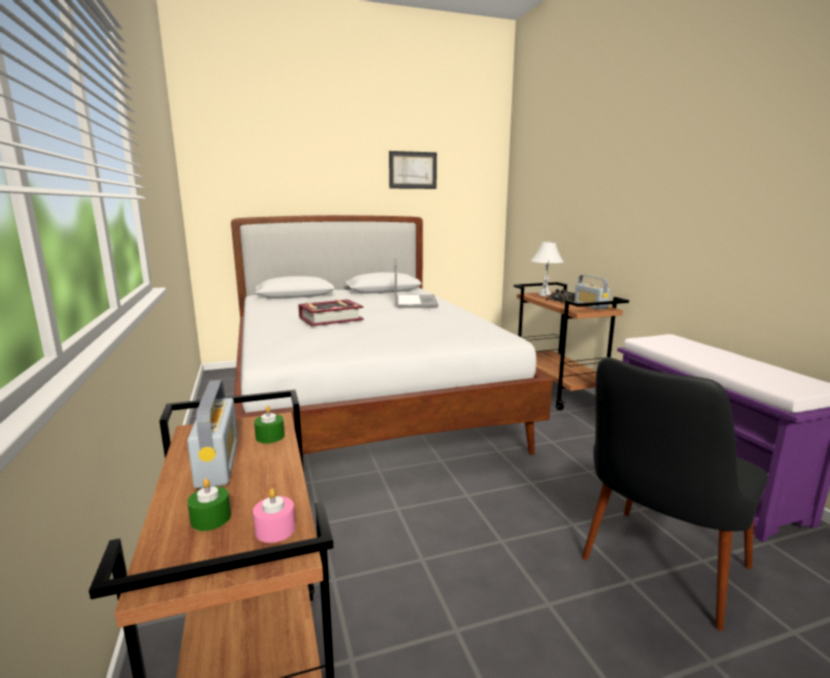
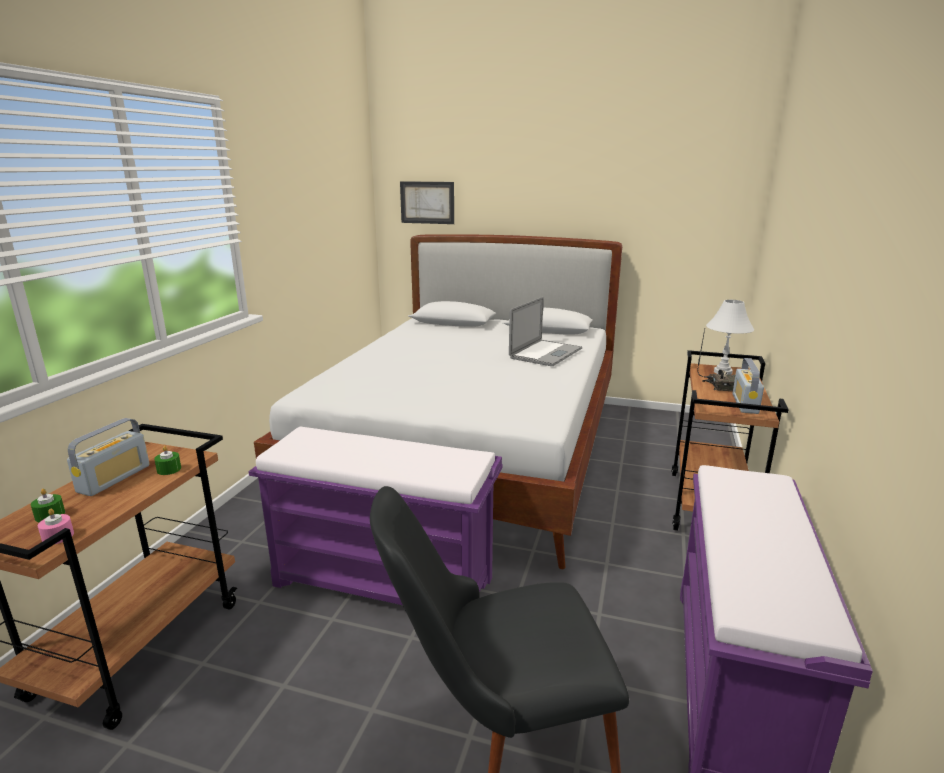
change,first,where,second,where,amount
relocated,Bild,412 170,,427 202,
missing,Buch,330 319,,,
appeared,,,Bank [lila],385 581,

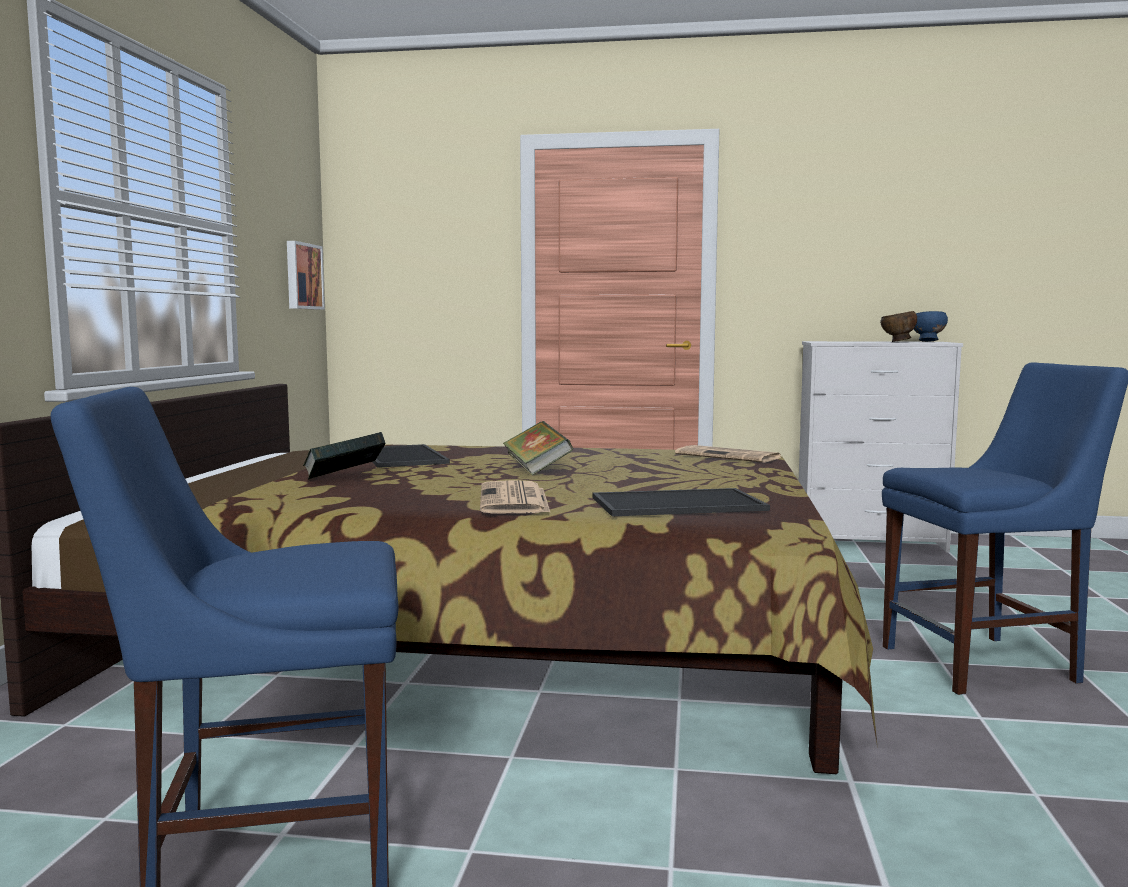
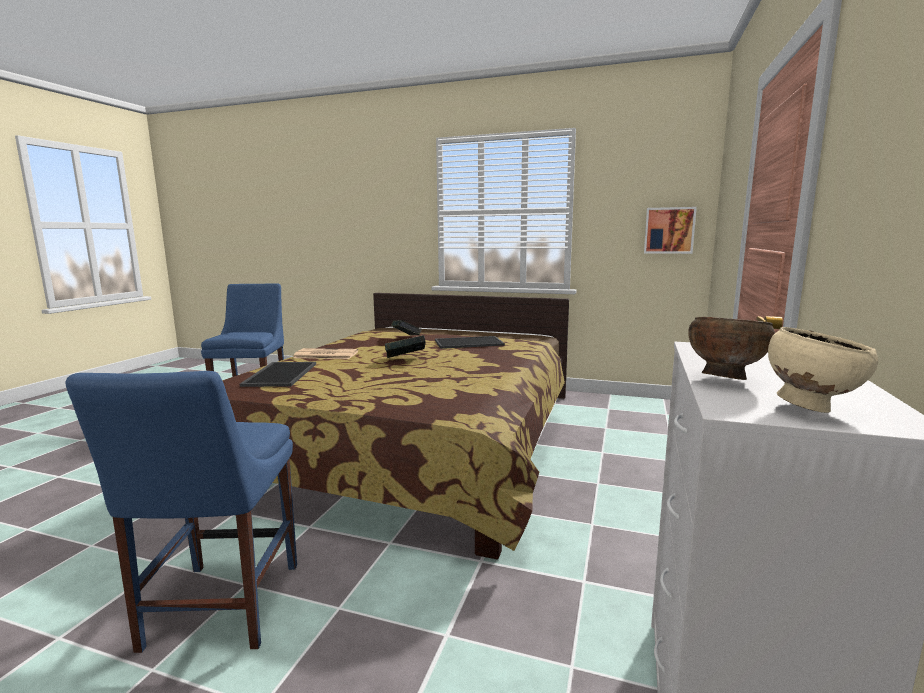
change,first,where,second,where,amount
colour,Schüssel [blau],927 341,Schüssel [beige],810 407,
missing,Zeitung,729 456,,,

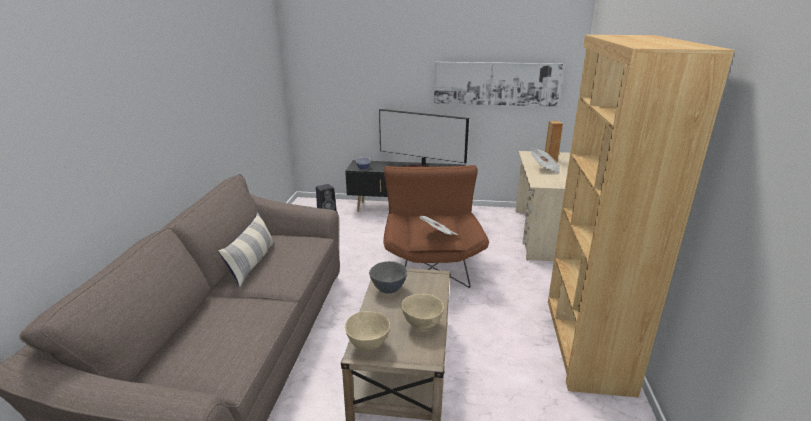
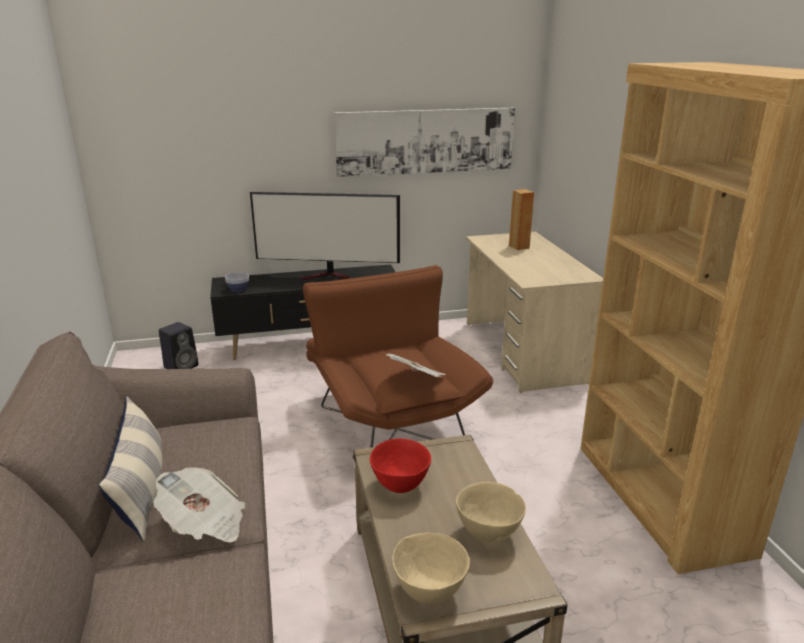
change,first,where,second,where,amount
relocated,Zeitung,545 169,,204 523,
colour,Schüssel [grau],389 290,Schüssel [rot],401 486,

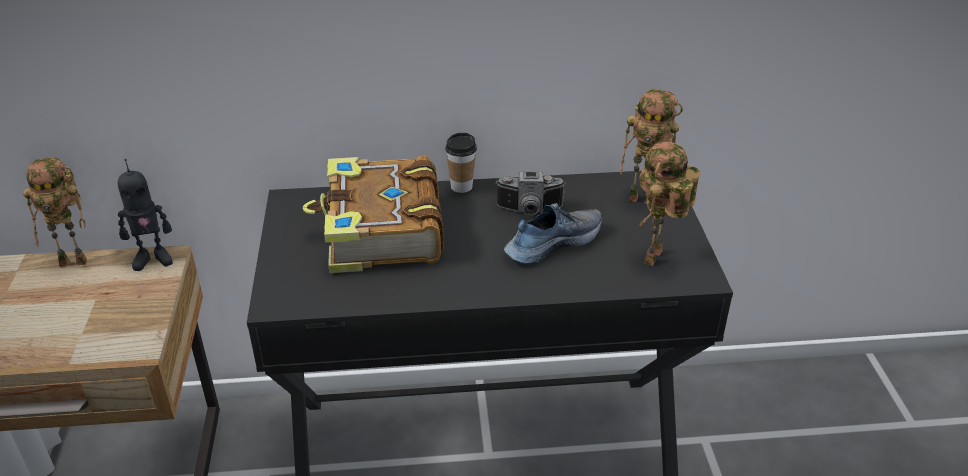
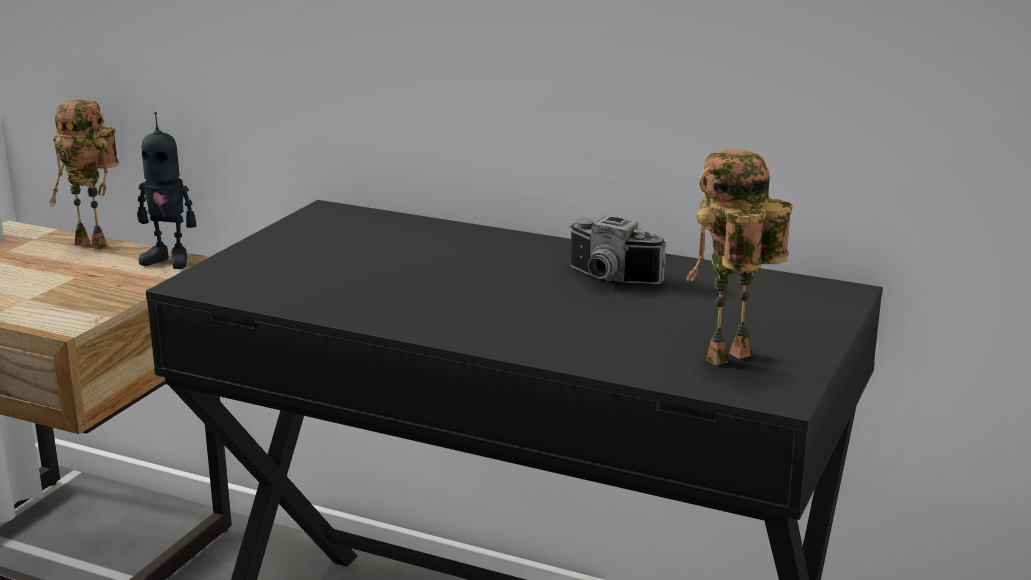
change,first,where,second,where,amount
missing,Spielzeugroboter,643 198,,,
missing,Tasse,461 186,,,
missing,Buch,381 232,,,
missing,Schuh,552 243,,,

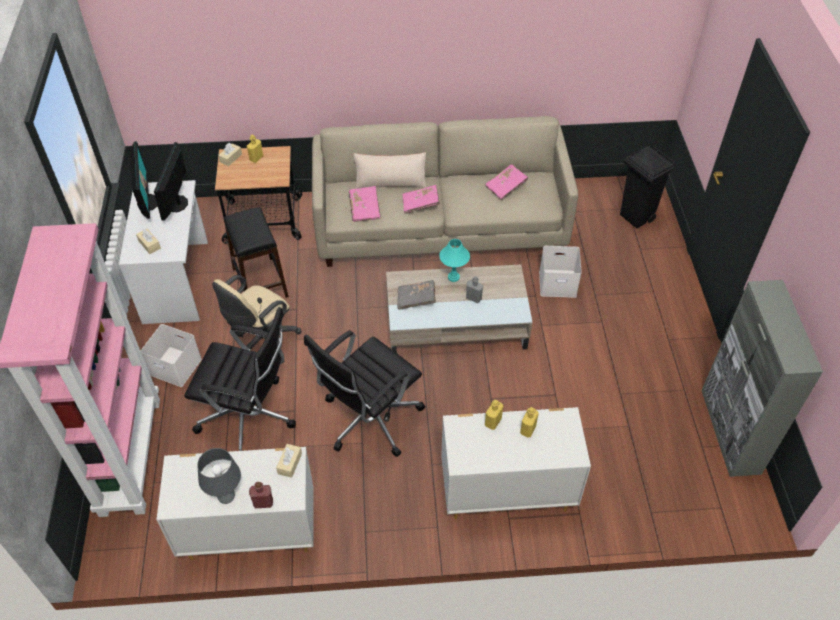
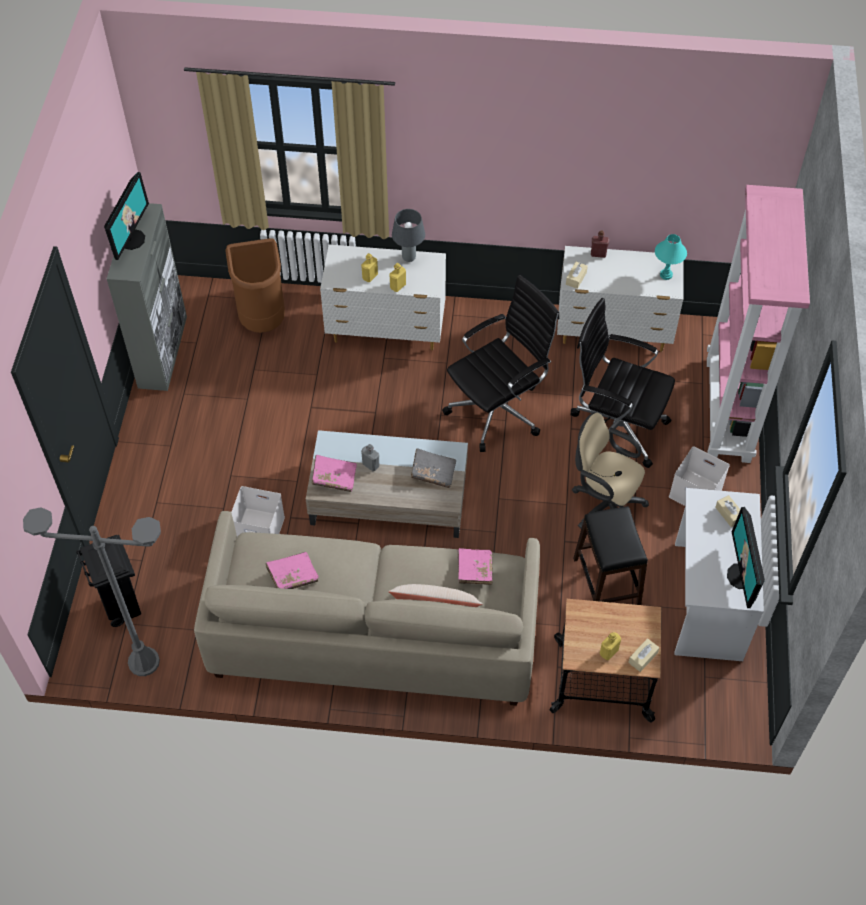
change,first,where,second,where,amount
relocated,Monitor,177 204,,132 239,
relocated,Buch [rosa],420 204,,334 477,
relocated,Tischlampe [türkis],453 277,,666 275,
spun,Bürostuhl [beige],262 343,,603 505,105 degrees counterclockwise
relocated,Tischlampe [grau],226 497,,409 258,
appeared,,,Mülleimer [braun],263 319,
appeared,,,Stehlampe [grau],144 662,

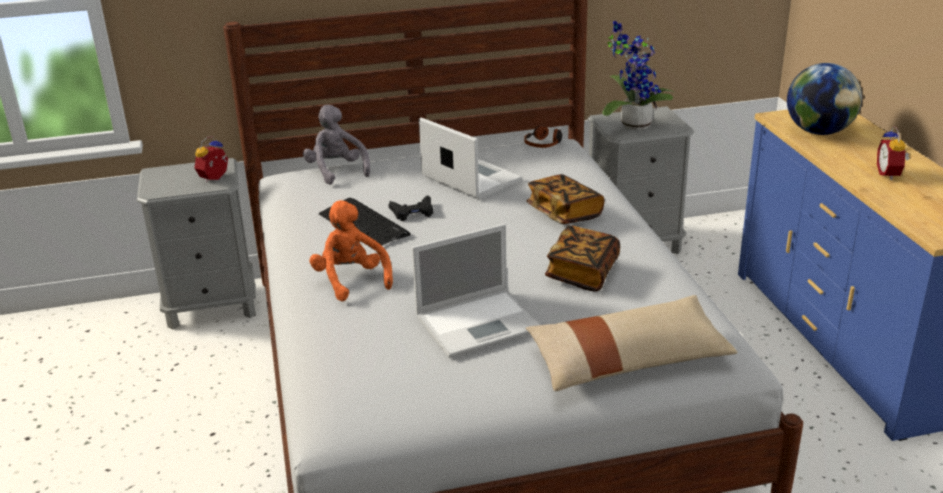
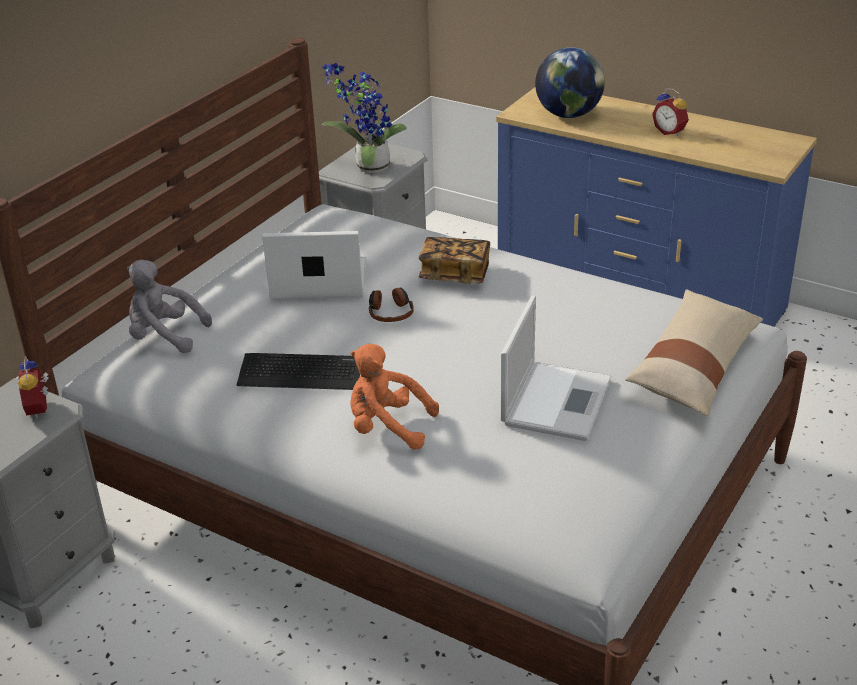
change,first,where,second,where,amount
relocated,Kopfhörer,544 144,,390 312,
missing,Gamepad [schwarz],412 212,,,
missing,Buch,582 273,,,

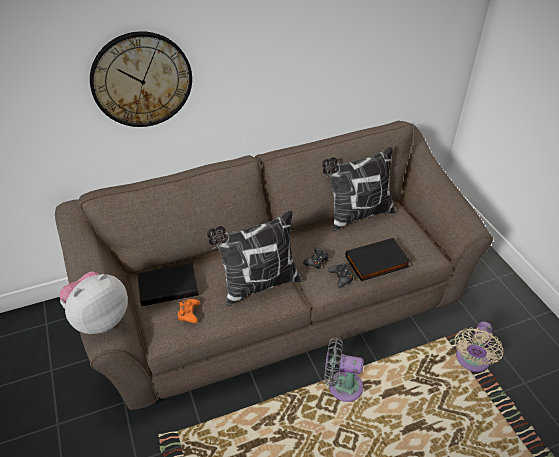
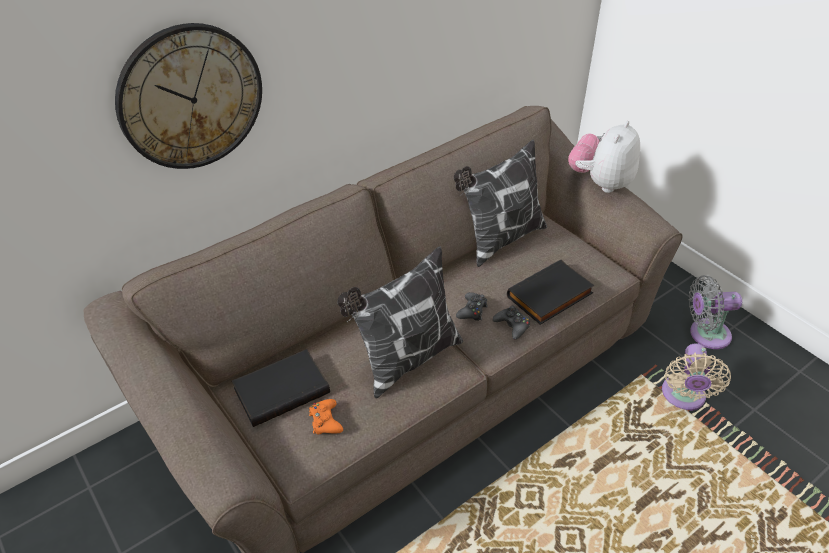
change,first,where,second,where,amount
relocated,Plüschtier,99 318,,600 183,
relocated,Ventilator [grau],341 386,,705 334,

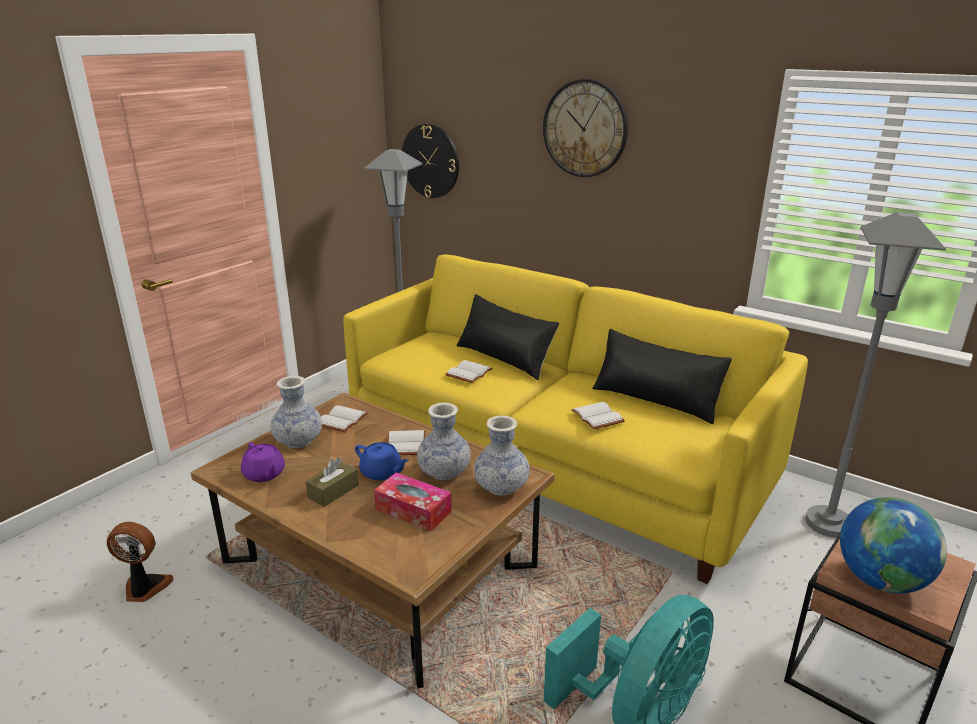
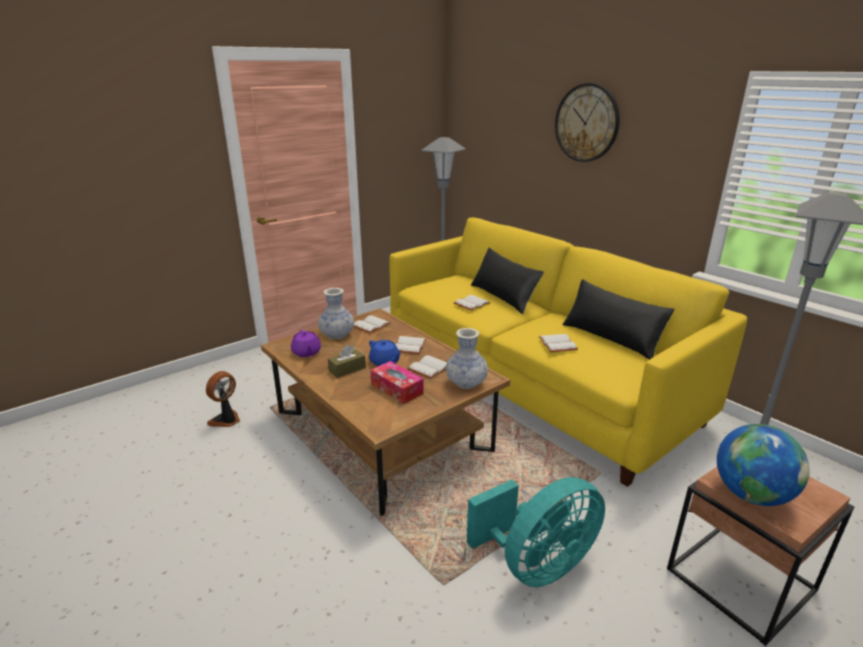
change,first,where,second,where,amount
missing,Wanduhr,430 161,,,
exchanged,Vase,444 472,Buch [weiß],429 367,
spun,Ventilator,144 588,,226 420,75 degrees counterclockwise

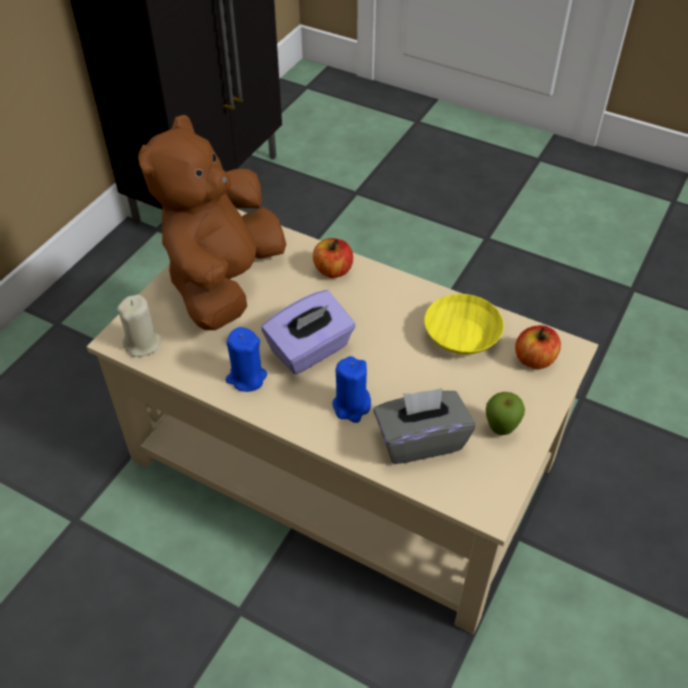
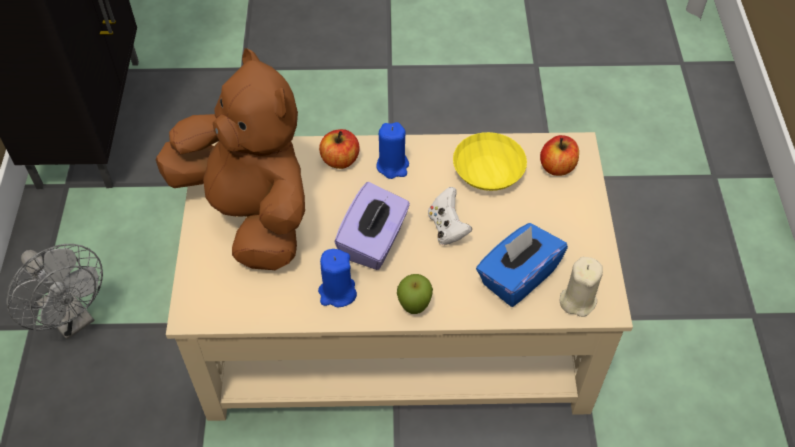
change,first,where,second,where,amount
spun,Plüschtier [braun],224 282,,250 214,150 degrees clockwise
relocated,Kerze [beige],143 343,,577 300,
relocated,Kerze [blau],351 406,,393 166,
colour,Taschentuchbox [grau],420 440,Taschentuchbox [blau],517 277,
relocated,Apfel,500 430,,414 308,
appeared,,,Gamepad [weiß],447 227,
appeared,,,Ventilator [grau],73 319,

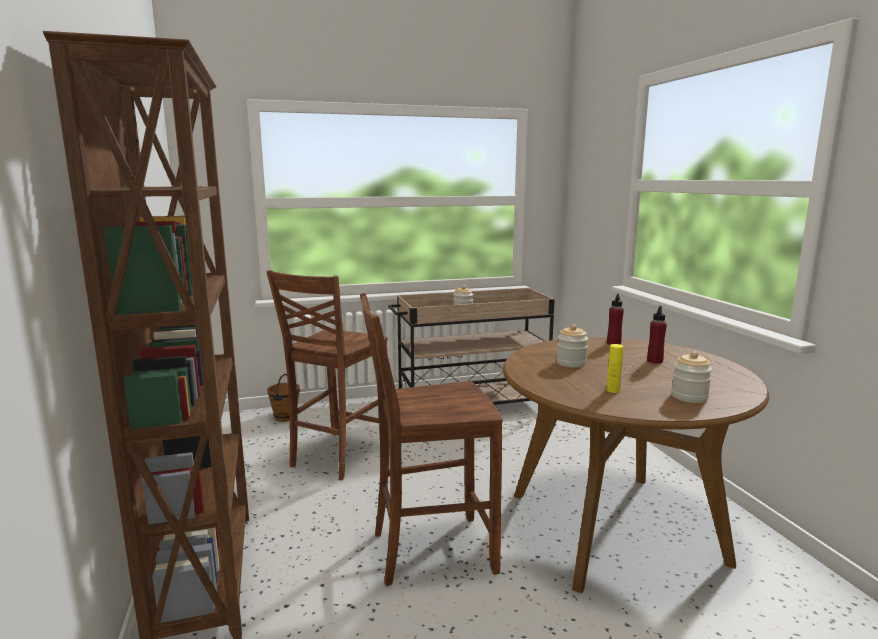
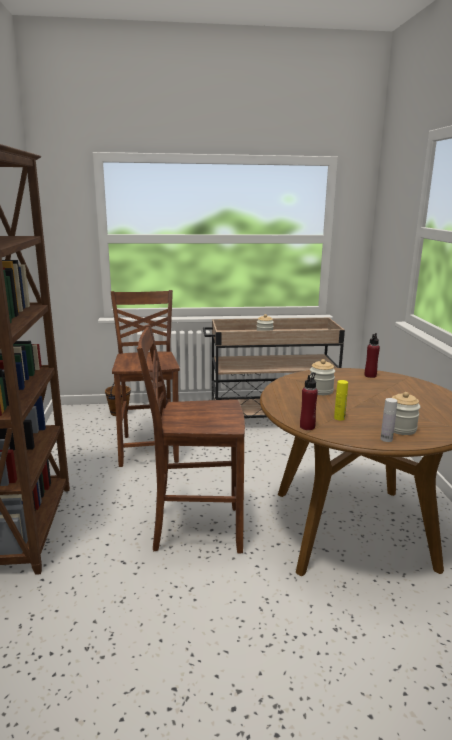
change,first,where,second,where,amount
spun,Stuhl [braun],337 456,,149 448,135 degrees clockwise
relocated,Flasche [rot],654 361,,307 427,
appeared,,,Flasche [weiß],386 439,

